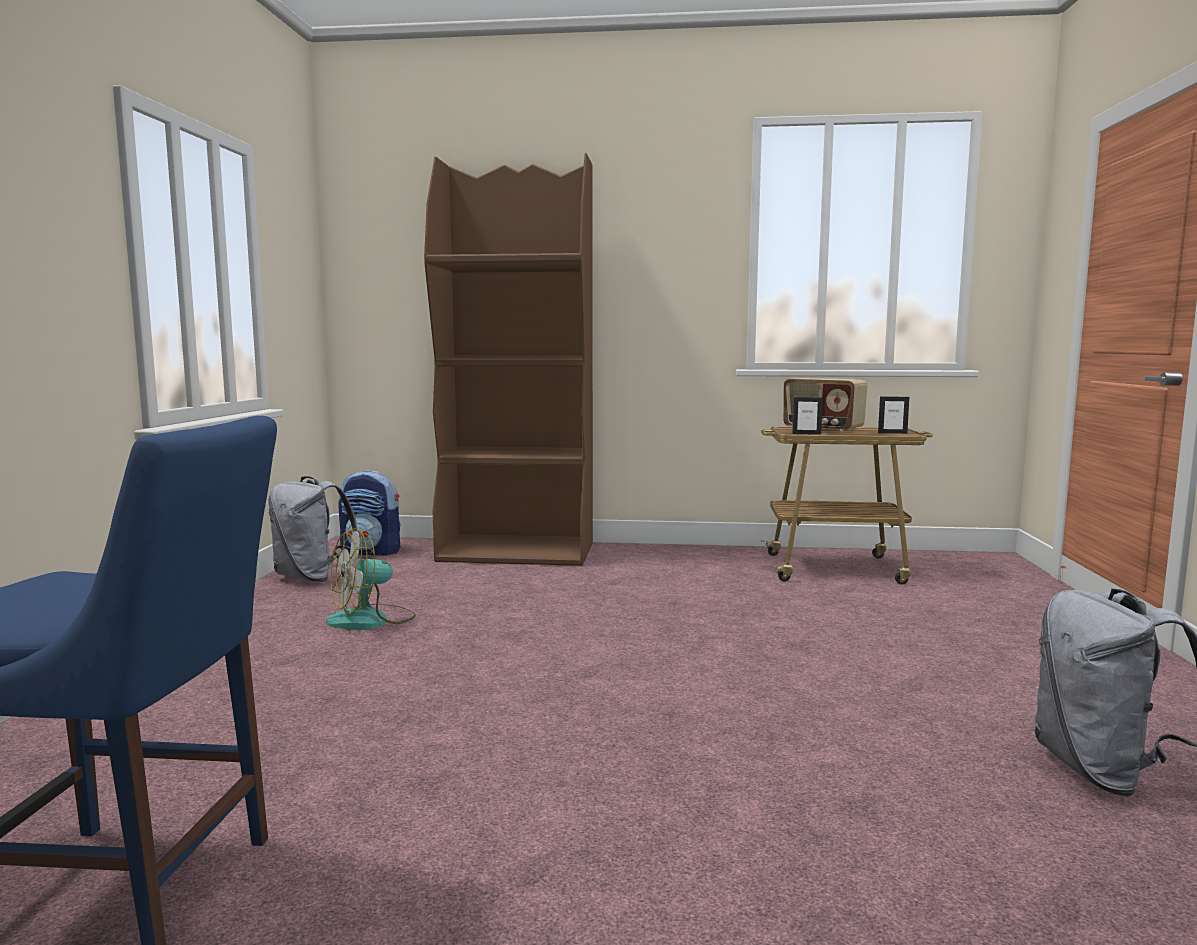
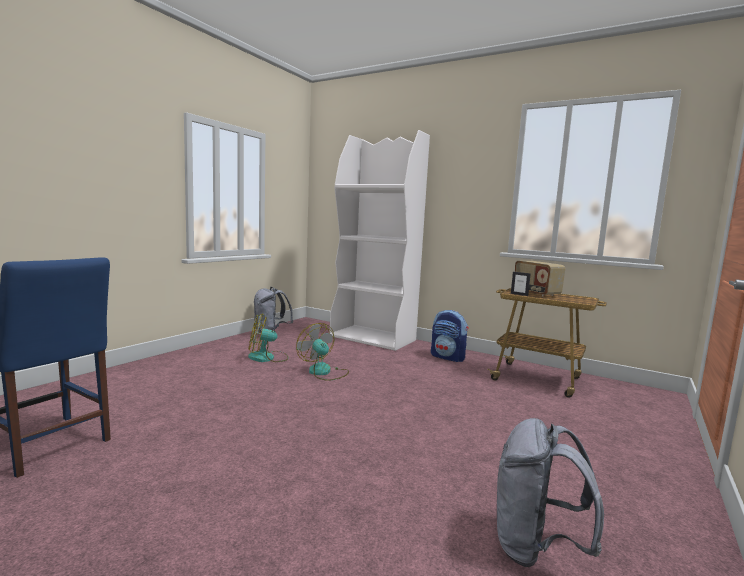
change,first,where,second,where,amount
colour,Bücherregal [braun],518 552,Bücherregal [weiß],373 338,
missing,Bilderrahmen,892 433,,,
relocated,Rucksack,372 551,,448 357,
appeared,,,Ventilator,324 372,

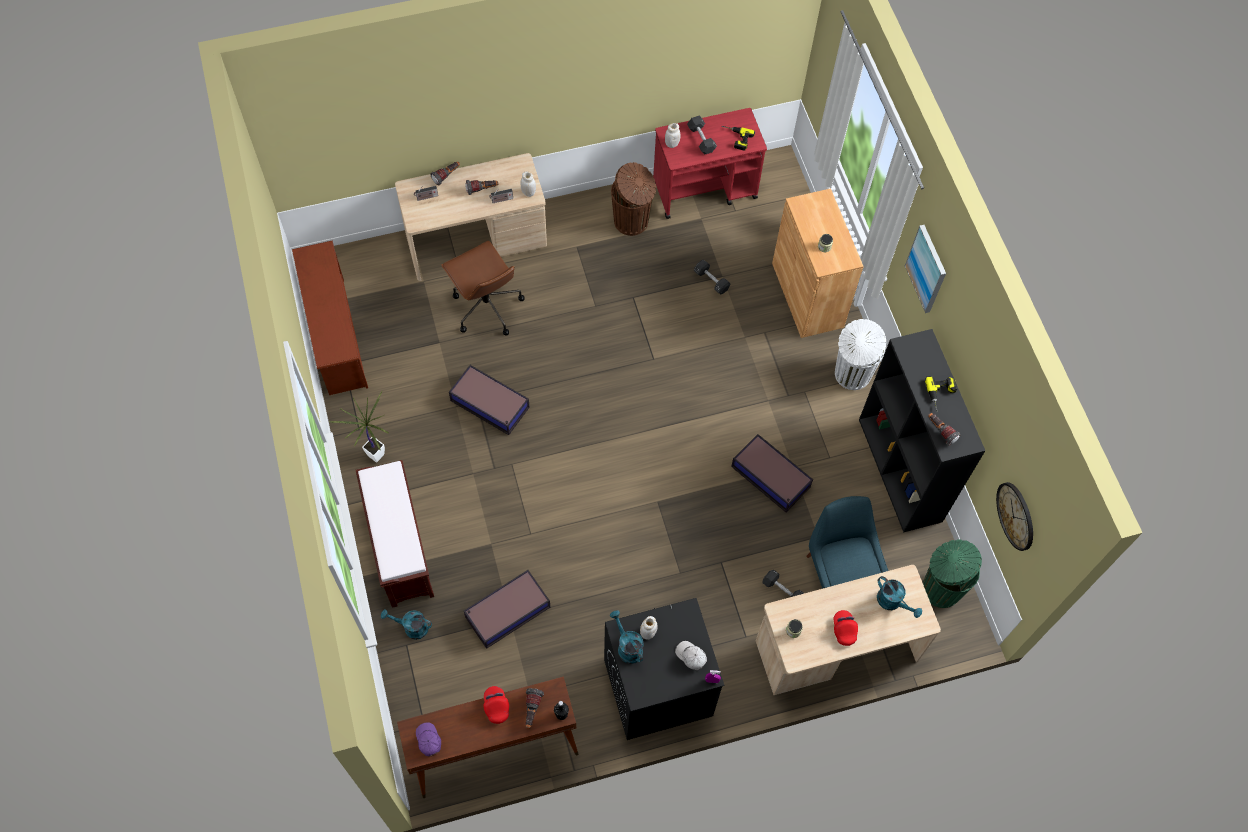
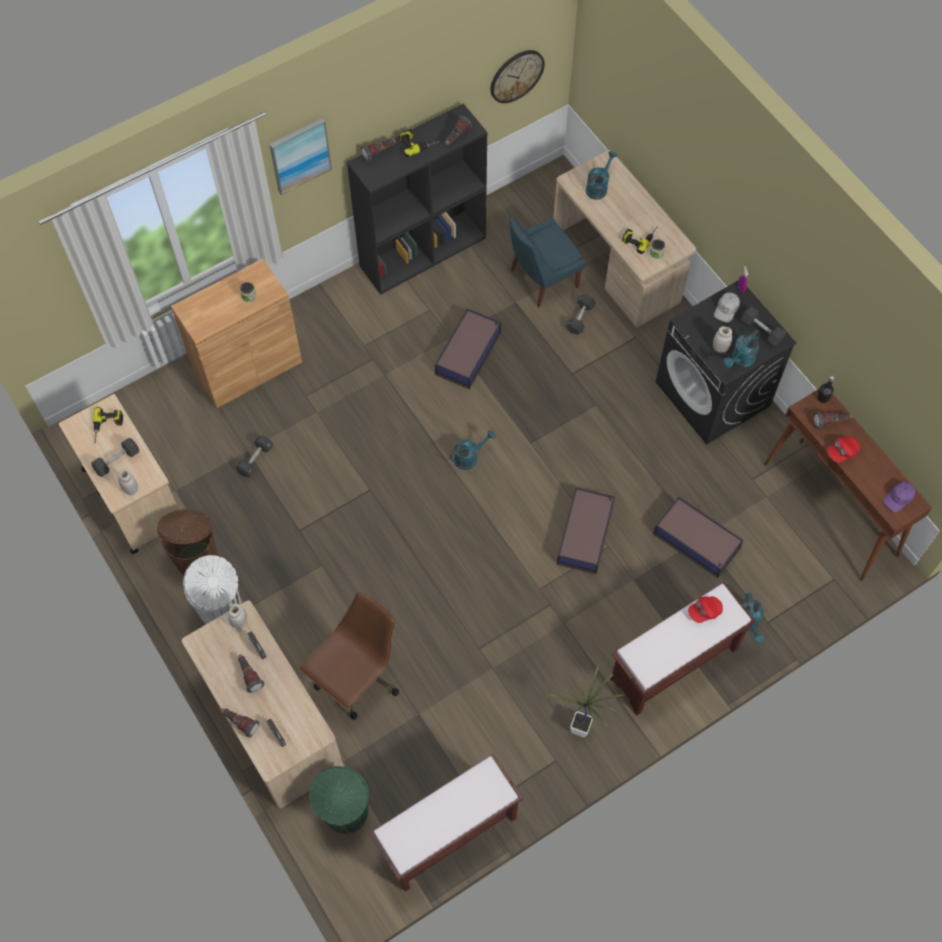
change,first,where,second,where,amount
colour,Rollwagen [rot],705 189,Rollwagen [beige],133 496,
exchanged,Schuhregal [braun],335 336,Bank [braun],447 835,
relocated,Mülleimer [weiß],851 374,,222 610,
relocated,Aufbewahrungsbox,490 405,,585 533,
relocated,Mülleimer [grün],940 588,,345 813,
relocated,Kappe [rot],844 630,,704 612,
appeared,,,Taschenlampe,379 153,
appeared,,,Bohrmaschine,639 237,
appeared,,,Hantel [schwarz],761 330,
appeared,,,Gießkanne [türkis],469 457,

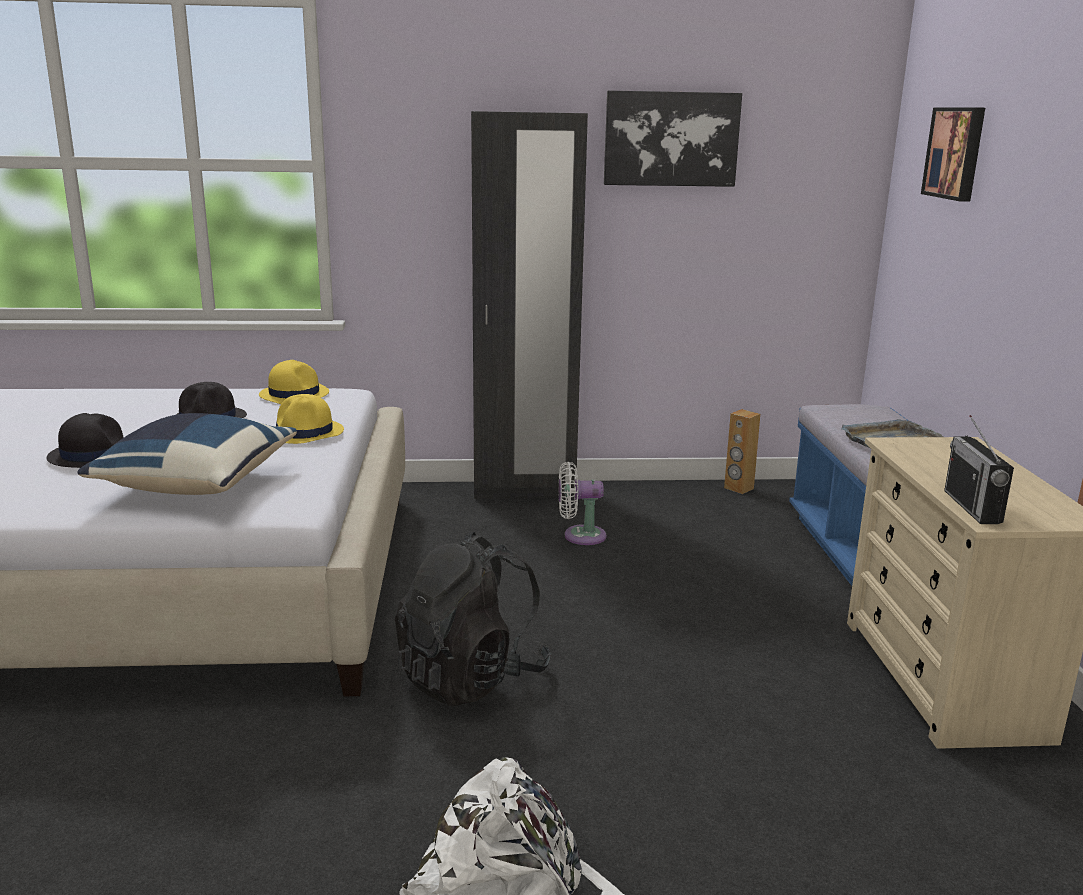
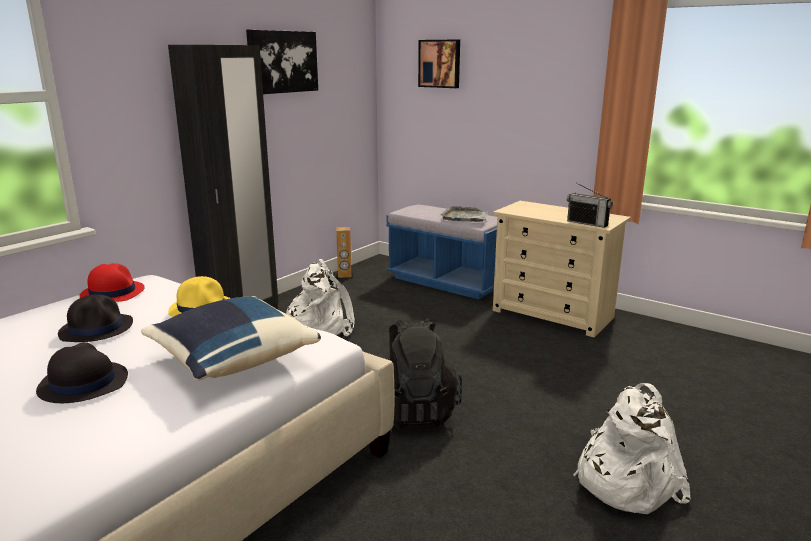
change,first,where,second,where,amount
colour,Hut [gelb],294 394,Hut [rot],112 292,
exchanged,Ventilator [weiß],580 536,Rucksack [weiß],321 327,

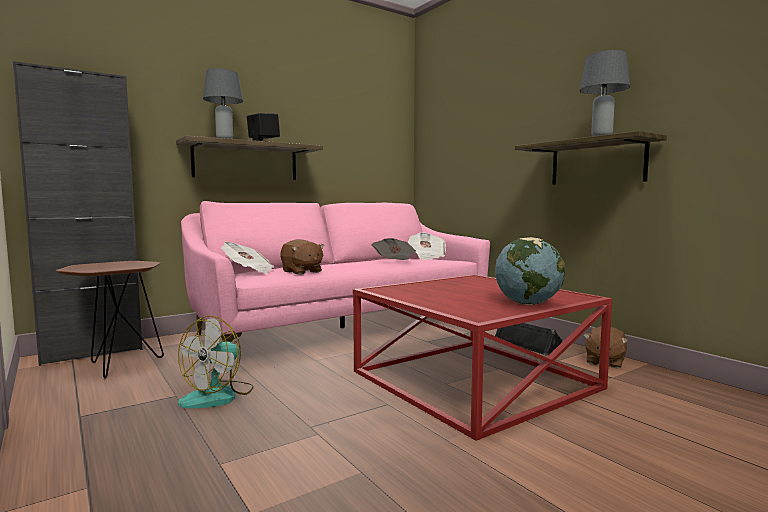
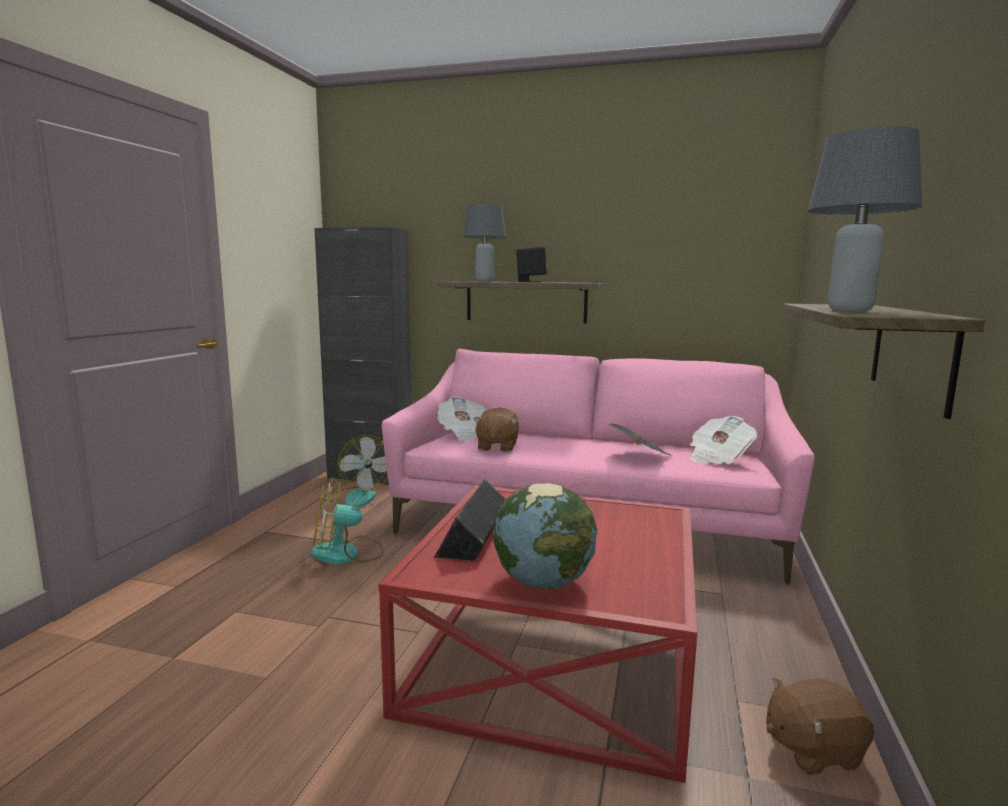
change,first,where,second,where,amount
exchanged,Beistelltisch [braun],117 366,Ventilator,356 497,
relocated,Lautsprecher [schwarz],527 345,,475 535,

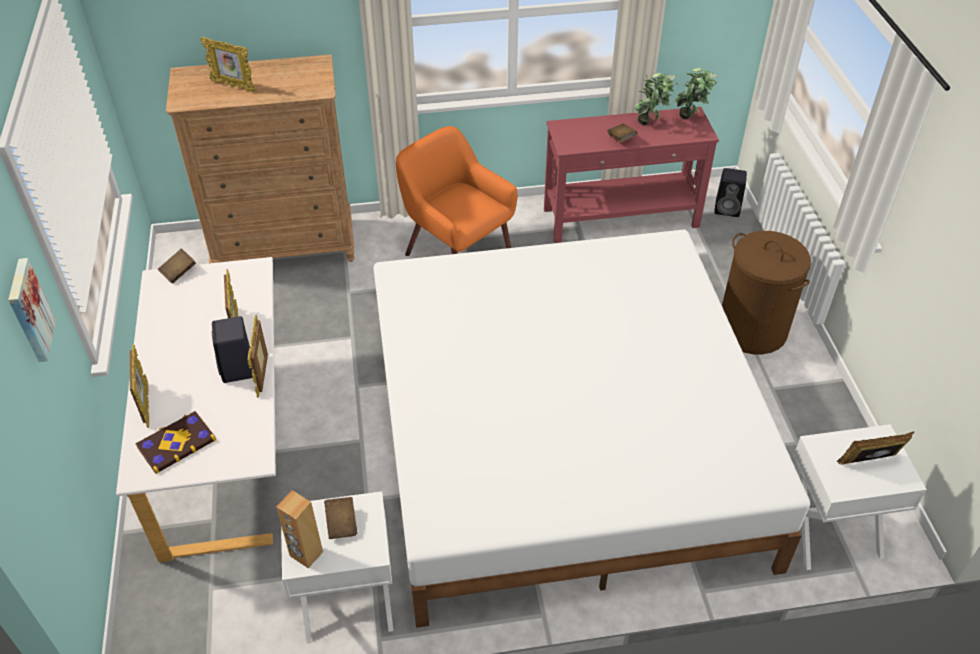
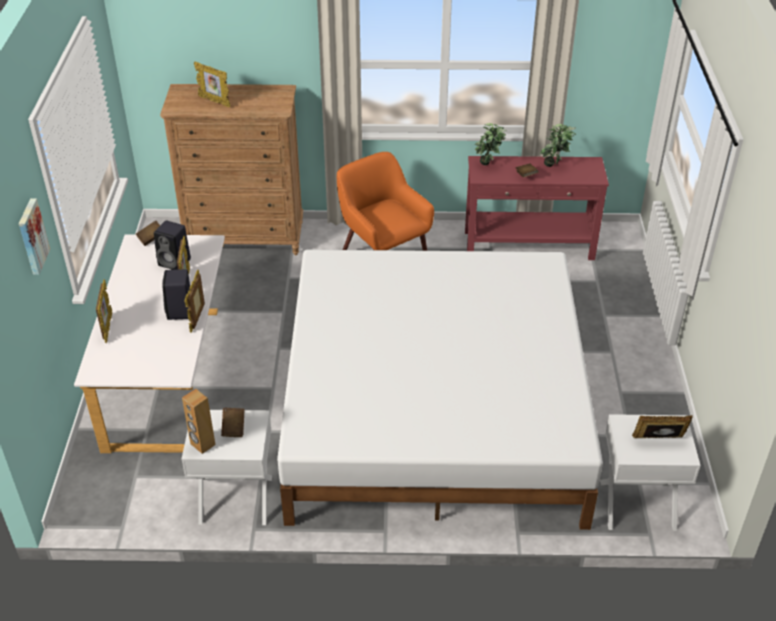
change,first,where,second,where,amount
relocated,Topfpflanze,691 120,,489 166,
relocated,Lautsprecher [schwarz],728 209,,175 262,
missing,Wäschekorb [braun],751 330,,,
missing,Buch,176 443,,,

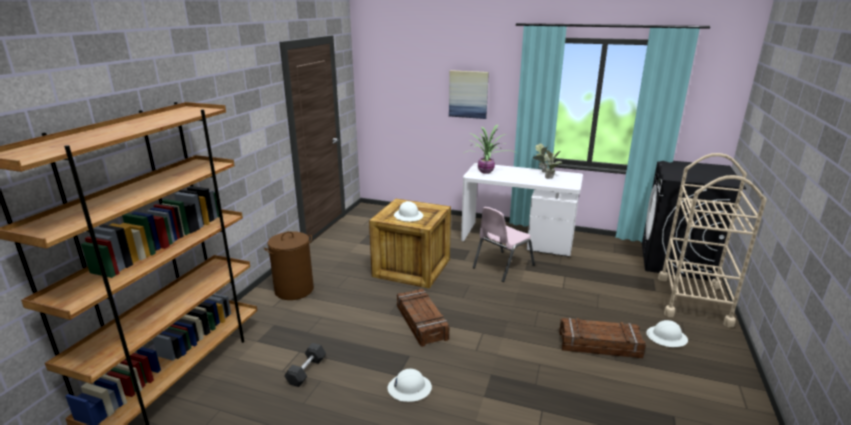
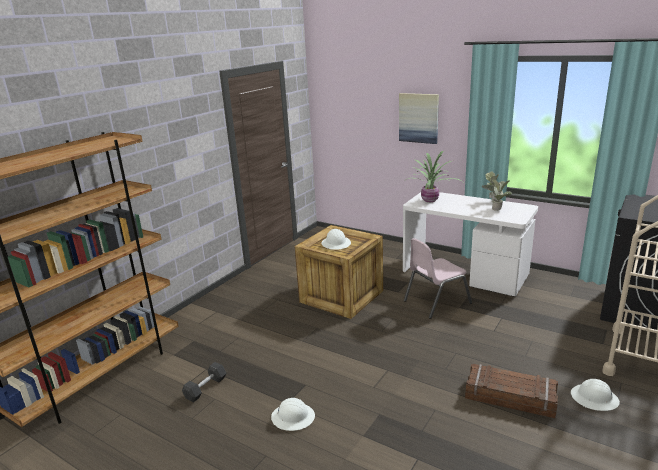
change,first,where,second,where,amount
missing,Wäschekorb [braun],294 290,,,
missing,Kiste,422 322,,,

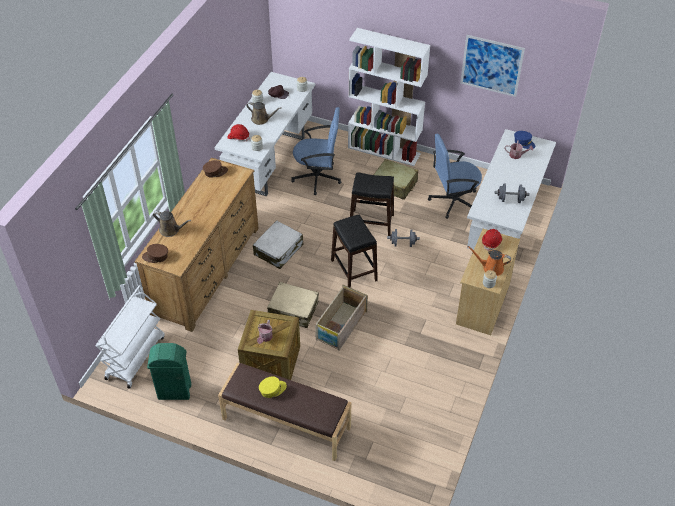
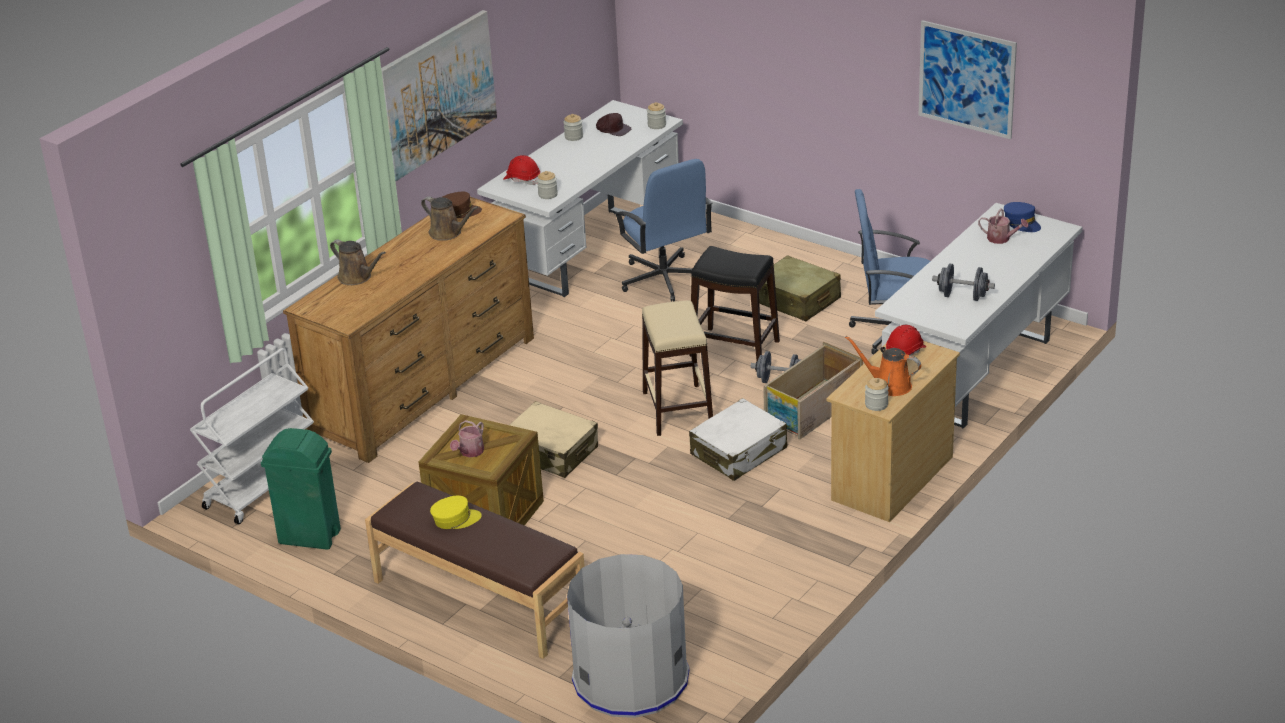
change,first,where,second,where,amount
missing,Bücherregal [weiß],384 150,,,
relocated,Gießkanne [braun],261 119,,448 233,
spun,Bürostuhl [blau],317 177,,664 279,45 degrees clockwise
colour,Hocker [schwarz],354 270,Hocker [beige],678 409,
relocated,Koffer [weiß],278 250,,739 452,
missing,Kappe [braun],156 256,,,
relocated,Kiste,341 326,,812 410,
appeared,,,Bild,437 94,
appeared,,,Mülleimer [grau],630 679,

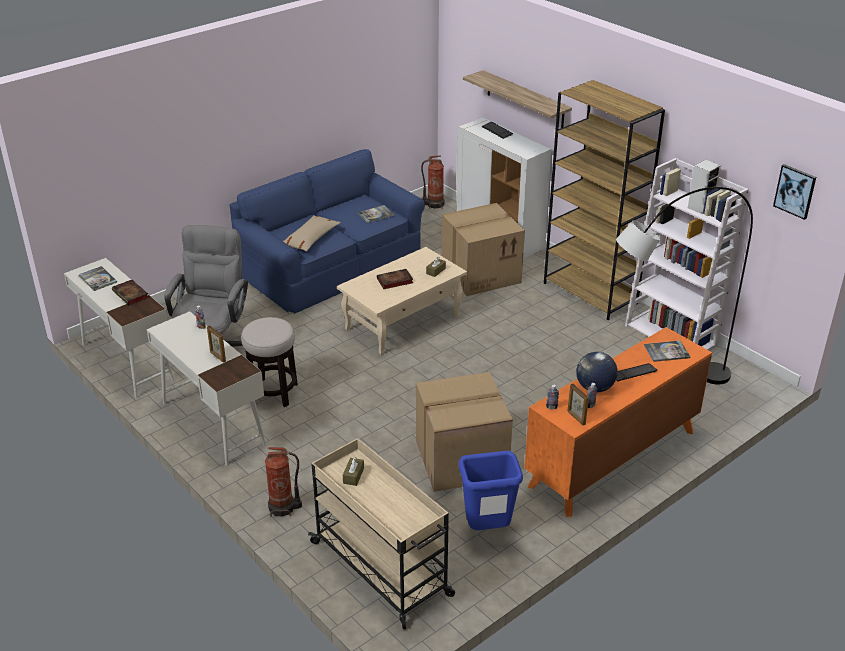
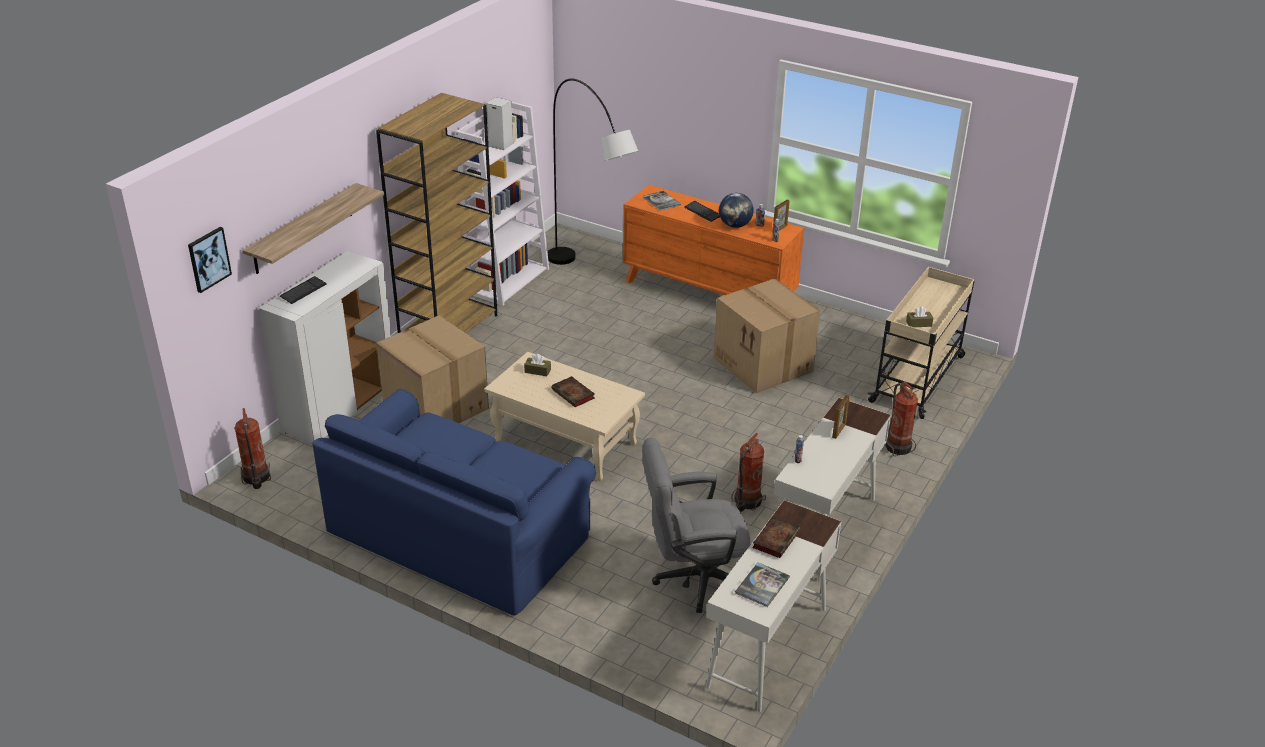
change,first,where,second,where,amount
relocated,Bild,795 191,,208 259,
missing,Buch,376 214,,,
missing,Kissen [beige],310 239,,,
exchanged,Hocker,274 393,Feuerlöscher,746 501,
missing,Mülleimer [blau],487 529,,,

